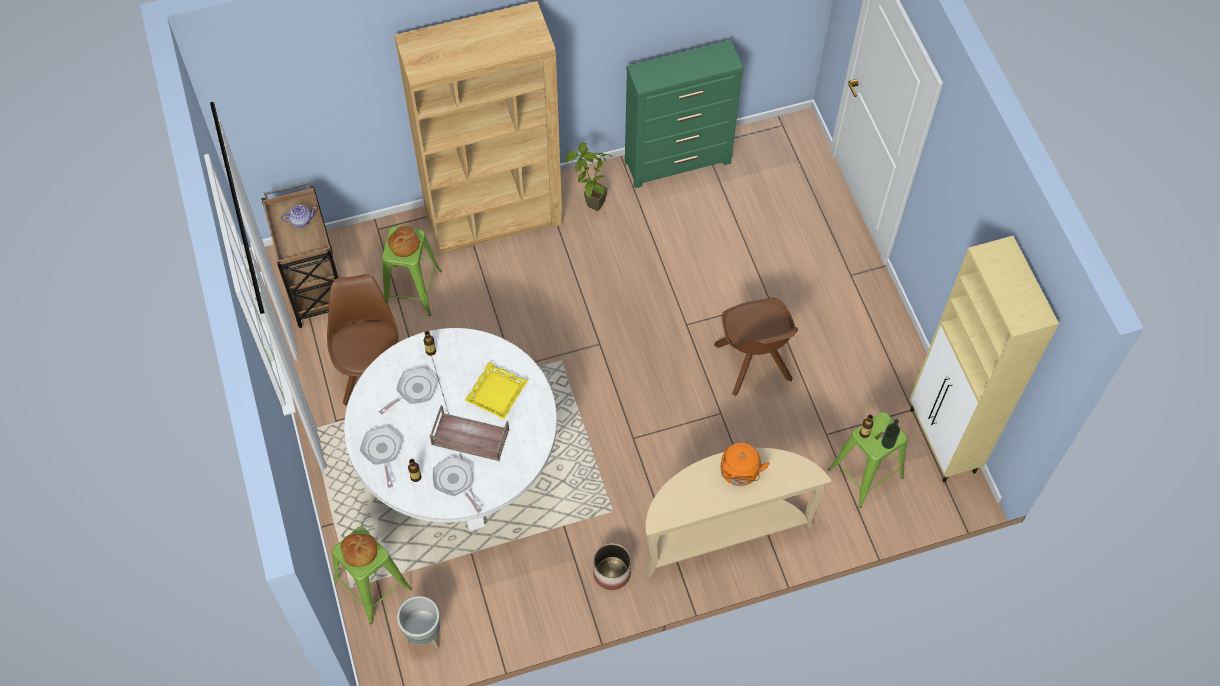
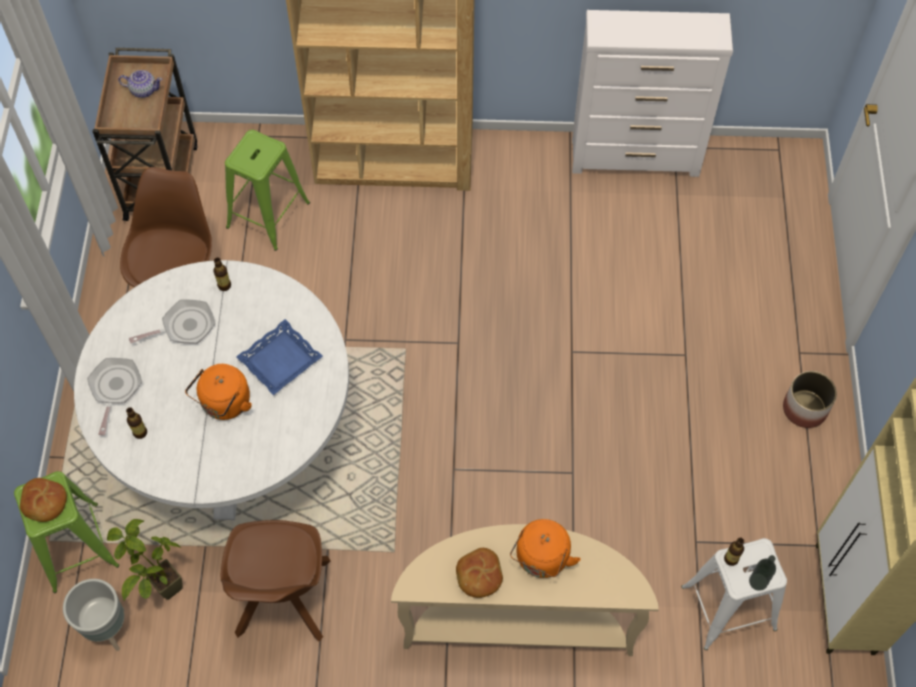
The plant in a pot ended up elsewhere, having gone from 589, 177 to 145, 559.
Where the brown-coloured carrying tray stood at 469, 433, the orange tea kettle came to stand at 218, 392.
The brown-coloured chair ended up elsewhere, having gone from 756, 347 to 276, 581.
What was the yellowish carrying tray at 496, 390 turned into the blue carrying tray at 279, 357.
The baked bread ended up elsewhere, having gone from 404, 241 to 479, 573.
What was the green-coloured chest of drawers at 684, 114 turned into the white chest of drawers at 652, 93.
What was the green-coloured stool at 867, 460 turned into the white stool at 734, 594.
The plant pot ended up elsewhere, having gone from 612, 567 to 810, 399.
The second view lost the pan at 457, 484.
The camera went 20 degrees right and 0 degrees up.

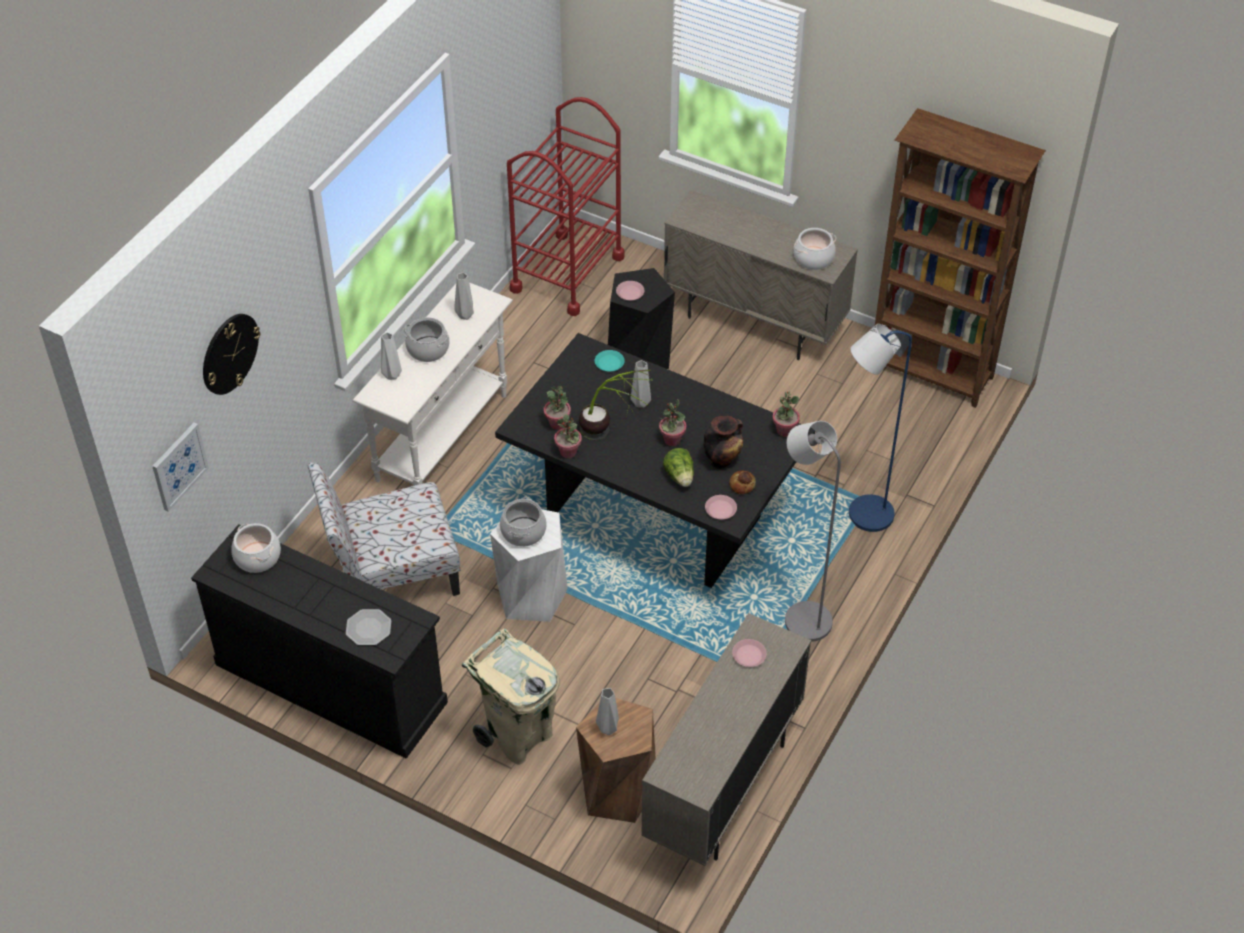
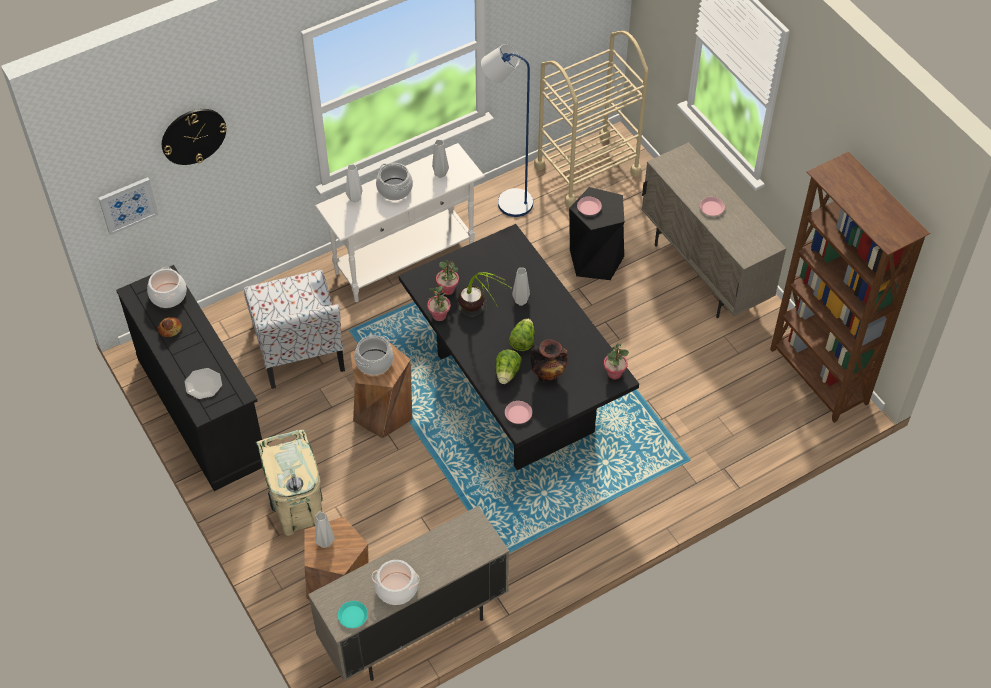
The baked bread ended up elsewhere, having gone from 742, 482 to 170, 327.
The chair at 384, 529 ended up facing another way, 120 degrees counterclockwise from before.
The turquoise-coloured dinner plate ended up elsewhere, having gone from 610, 361 to 353, 614.
What was the white stool at 529, 565 turned into the brown-coloured stool at 381, 388.
The stockpot ended up elsewhere, having gone from 814, 249 to 395, 582.
The blue floor lamp ended up elsewhere, having gone from 880, 428 to 507, 130.
Where the plant in a pot stood at 672, 423, the lettuce head came to stand at 522, 334.
What was the red trolley at 566, 206 turned into the beige trolley at 591, 119.
The pink dinner plate ended up elsewhere, having gone from 749, 653 to 712, 206.
The second view lost the greyish floor lamp at 813, 531.
The camera went 30 degrees right and 5 degrees up.

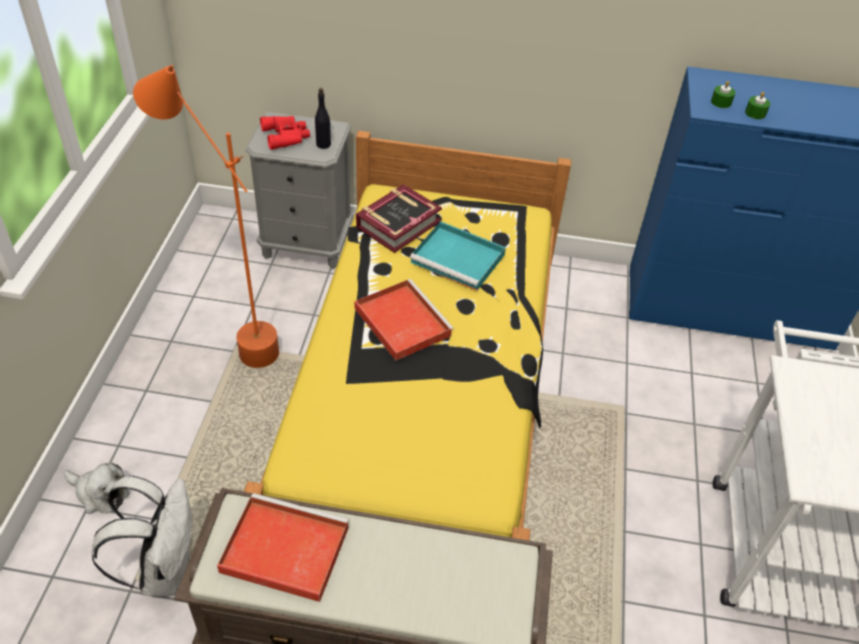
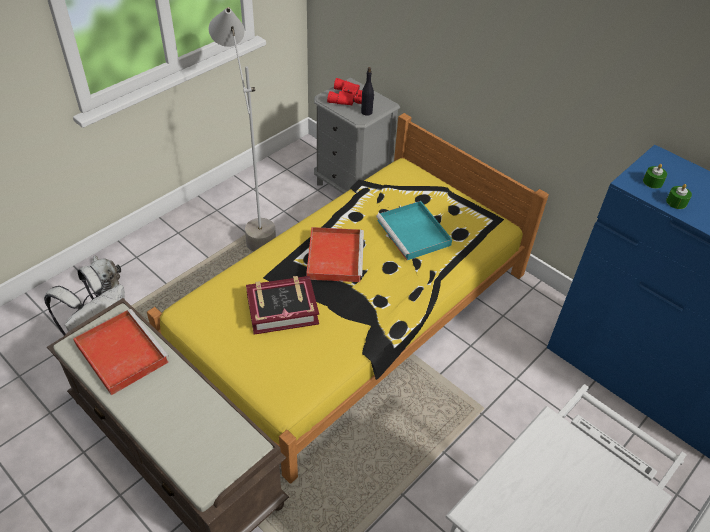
What was the orange floor lamp at 206, 216 turned into the greyish floor lamp at 242, 129.
The book ended up elsewhere, having gone from 399, 218 to 282, 305.
The camera went 35 degrees right and 0 degrees up.

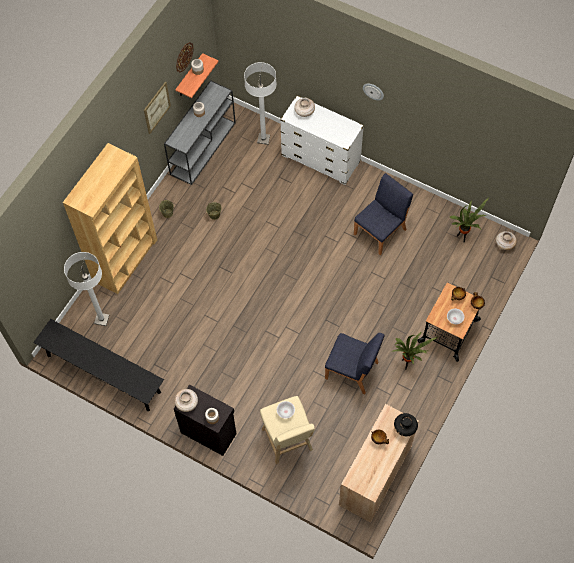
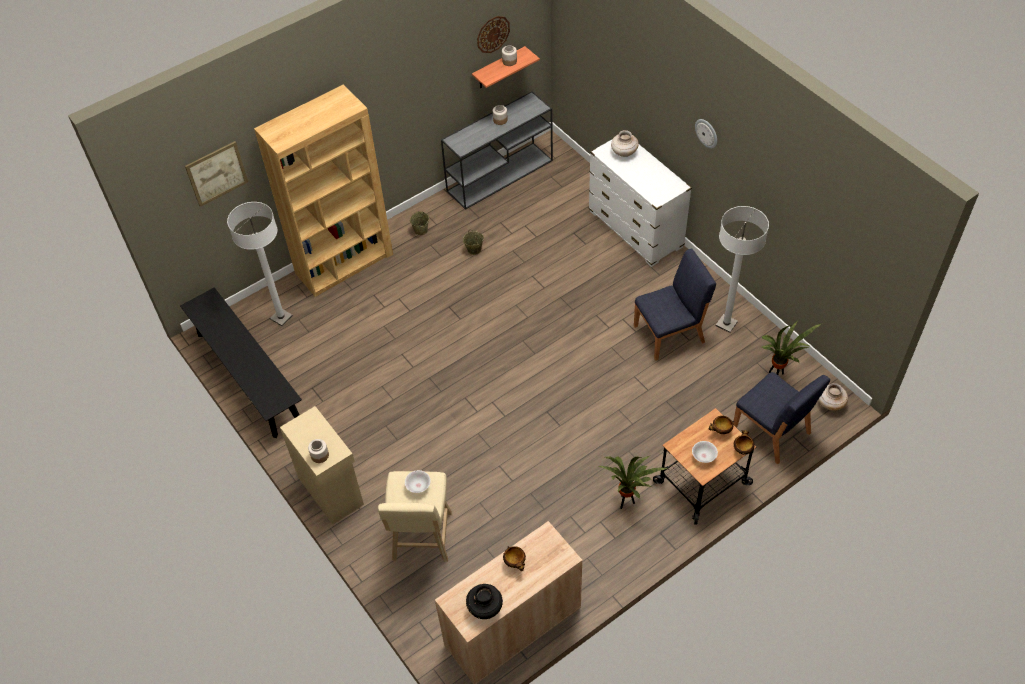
The wall picture ended up elsewhere, having gone from 157, 108 to 216, 174.
What was the black cabinet at 205, 420 turned into the beige cabinet at 322, 465.
The black decorative vase ended up elsewhere, having gone from 406, 424 to 484, 601.
The white floor lamp ended up elsewhere, having gone from 260, 103 to 742, 269.
The blue chair ended up elsewhere, having gone from 355, 363 to 781, 418.
The second view lost the beige decorative vase at 186, 400.
The camera went 25 degrees right and 10 degrees down.

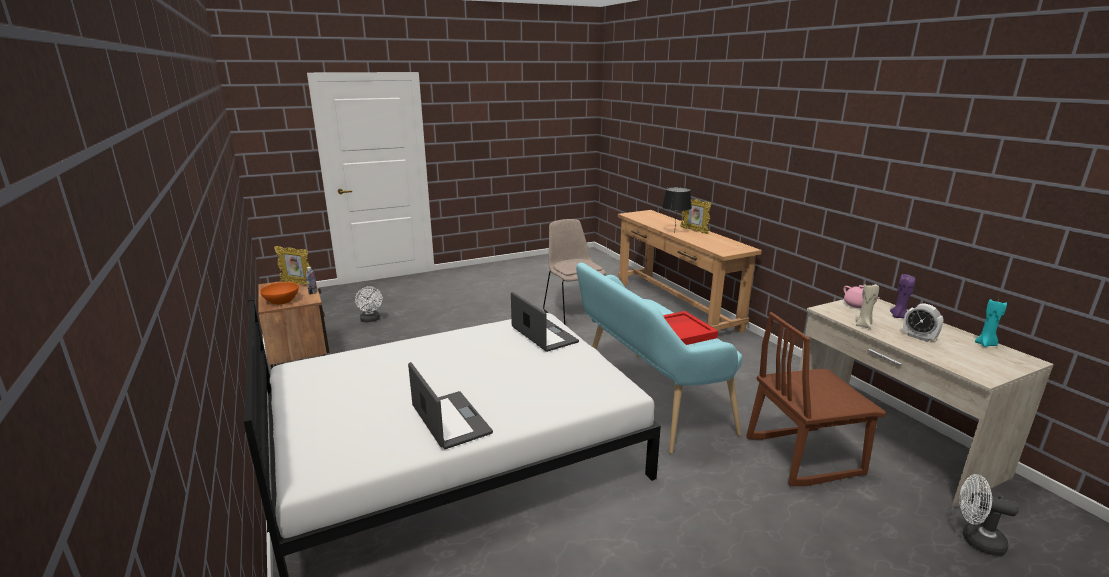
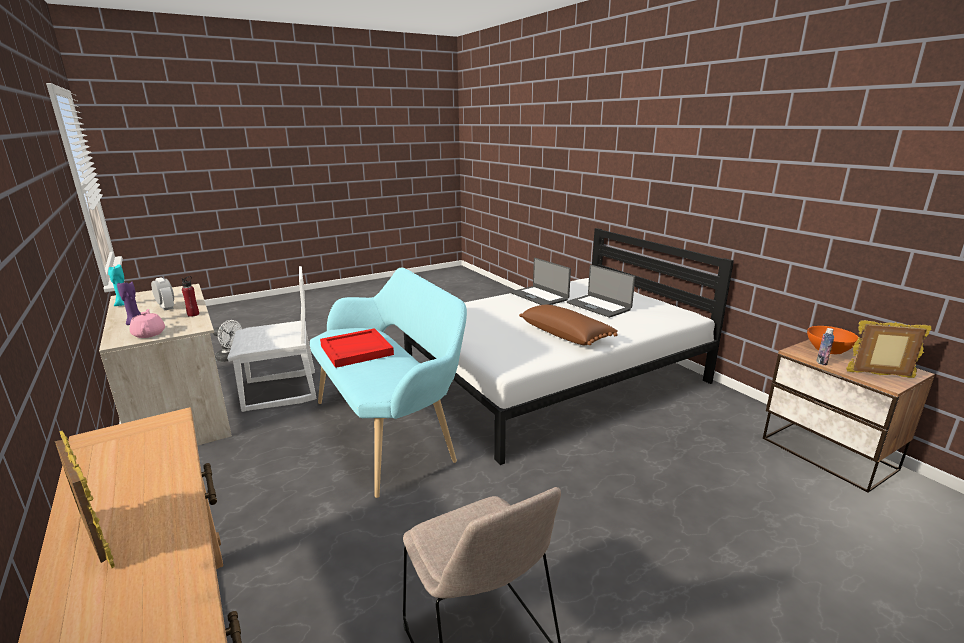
Where the beige candle stood at 867, 306, the red bottle came to stand at 190, 296.
What was the brown-coloured chair at 816, 399 turned into the white chair at 271, 339.
The second view gained the brown-coloured cushion at 568, 325.
The notebook computer ended up elsewhere, having gone from 545, 322 to 601, 291.
The second view lost the white fan at 368, 304.
The second view lost the black lamp for a table at 677, 206.
The camera went 175 degrees right and 0 degrees up.

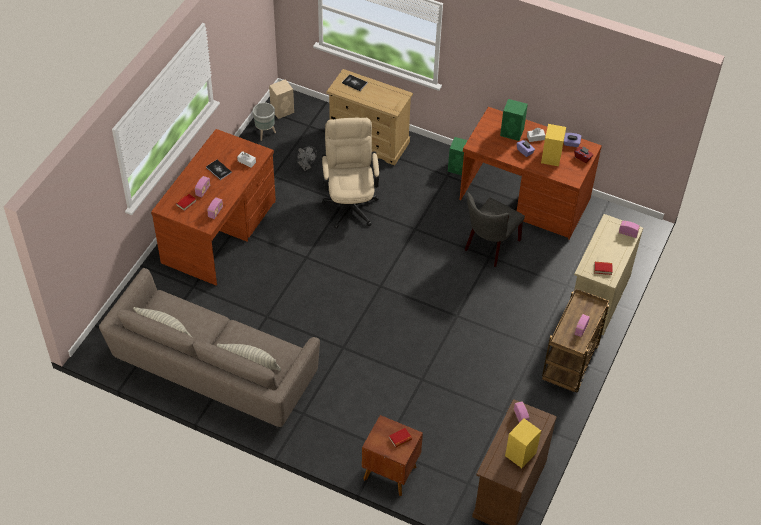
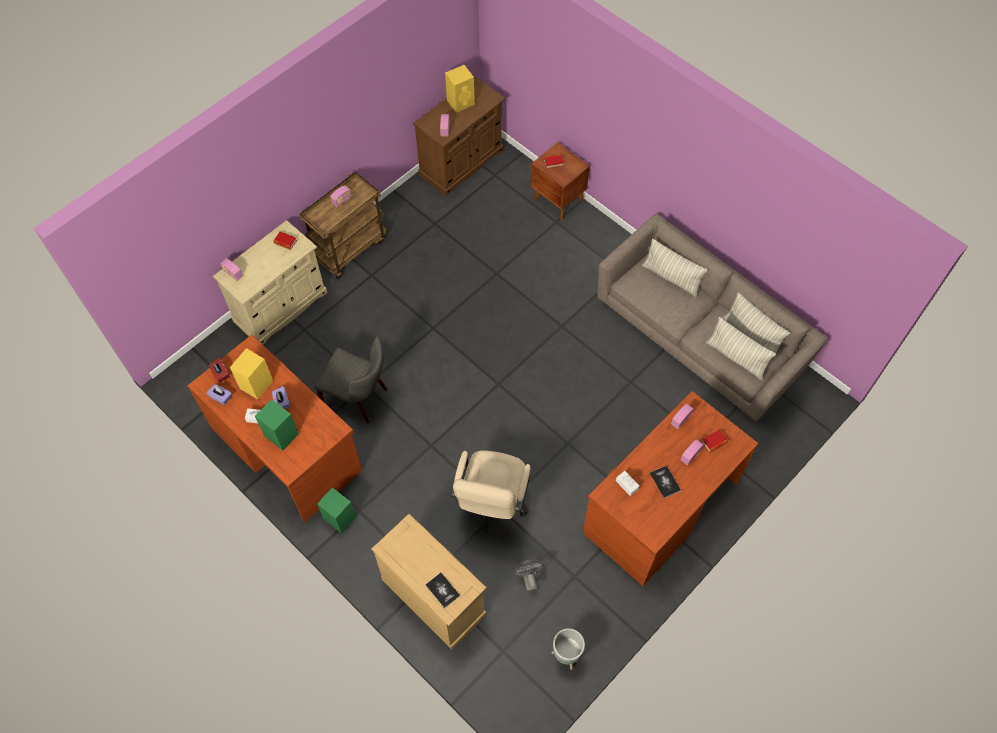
The greyish chair at 495, 229 ended up facing another way, 60 degrees clockwise from before.
The second view gained the cushion at 741, 348.
The second view lost the beige audio speaker at 281, 99.
The camera went 160 degrees left and 10 degrees up.

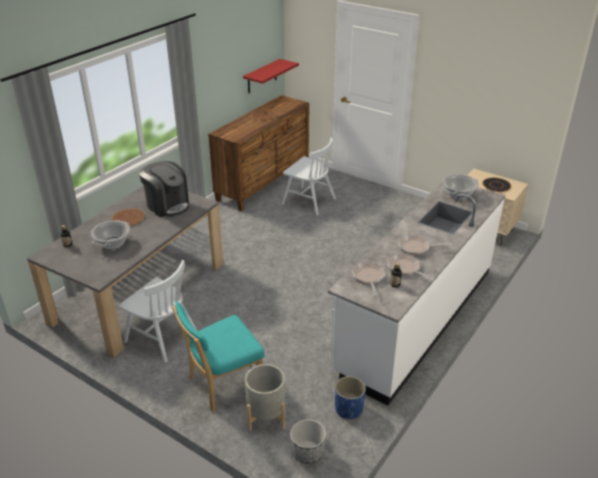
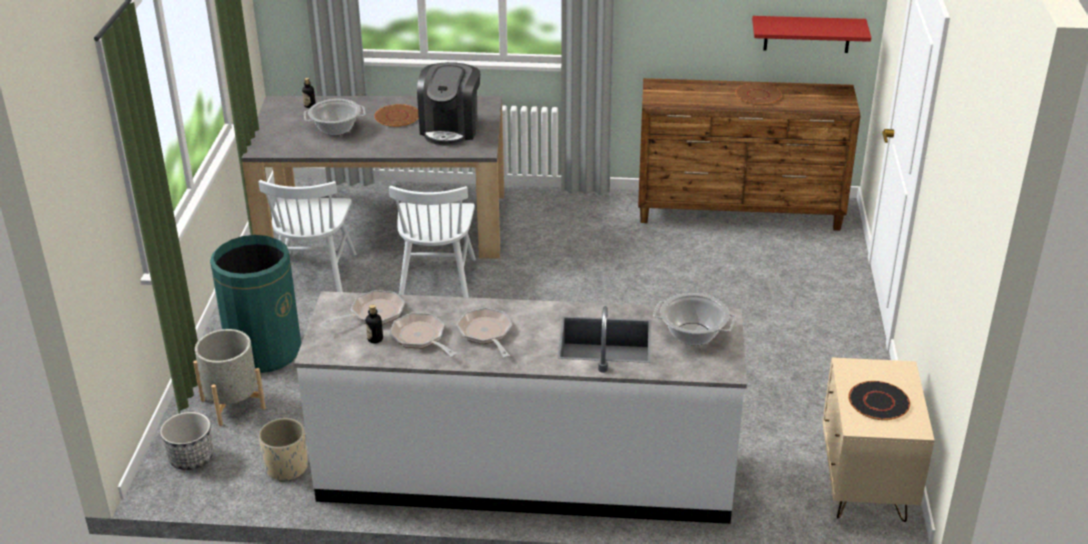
Where the turquoise-coloured chair stood at 218, 357, the green-coloured rubbish bin came to stand at 255, 304.
What was the blue plant pot at 350, 397 turned into the beige plant pot at 283, 450.
The white chair ended up elsewhere, having gone from 309, 176 to 432, 242.
The pan at 410, 267 ended up facing another way, 60 degrees counterclockwise from before.
The camera went 60 degrees right and 0 degrees up.

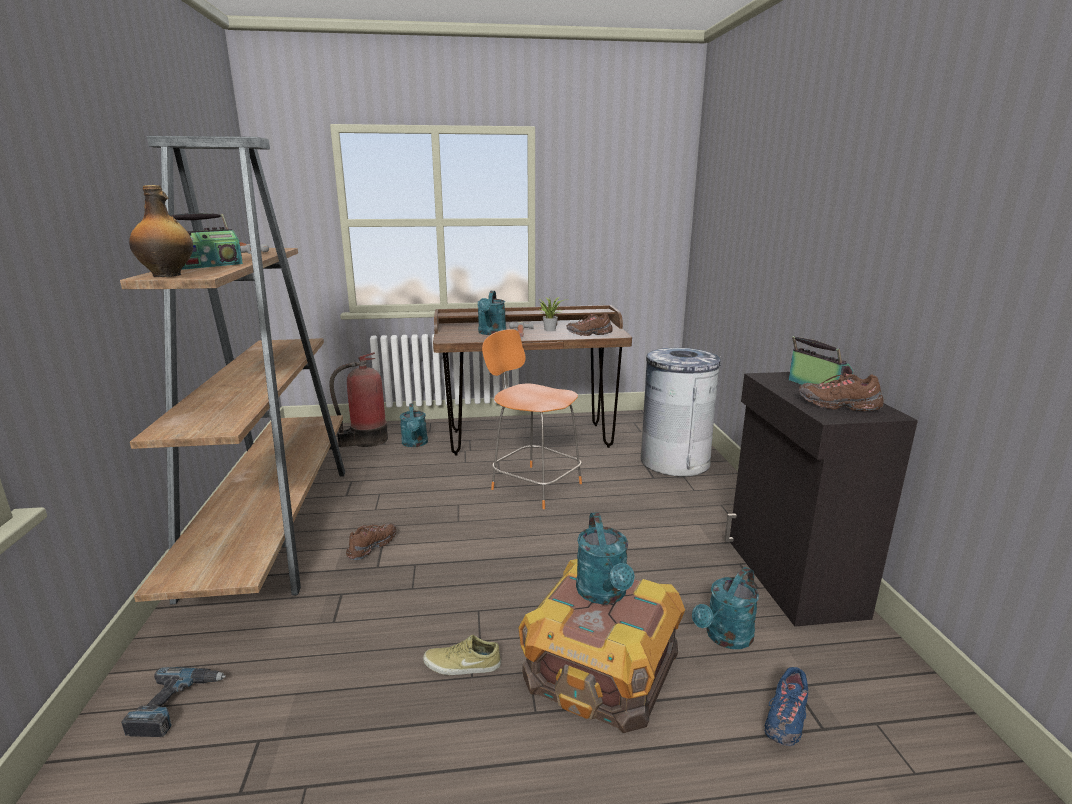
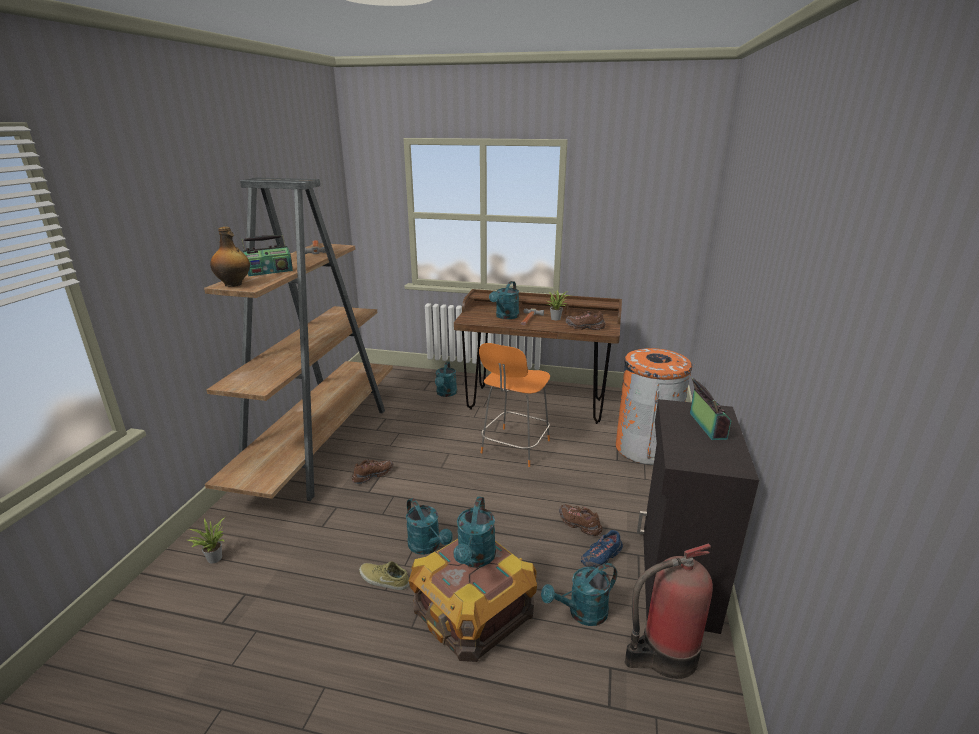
Where the electric drill stood at 173, 702, the plant in a pot came to stand at 206, 540.
The second view gained the turquoise-coloured sprinkling can at 429, 526.
The orange chair at 532, 419 ended up facing another way, 120 degrees counterclockwise from before.
The brown-coloured shoe ended up elsewhere, having gone from 841, 392 to 580, 520.
The blue shoe ended up elsewhere, having gone from 786, 706 to 602, 549.
What was the greyish rubbish bin at 681, 412 turned into the orange rubbish bin at 655, 406.
The fire-fighting cylinder ended up elsewhere, having gone from 358, 399 to 669, 611.
The camera went 20 degrees right and 5 degrees up.

